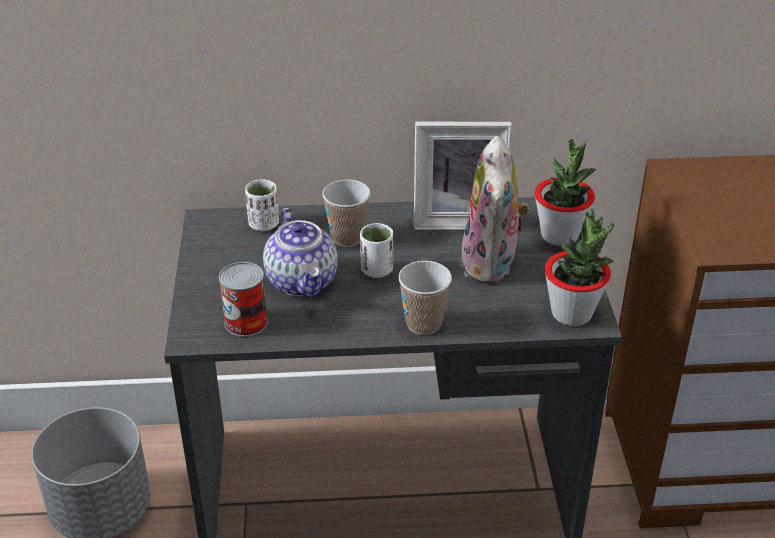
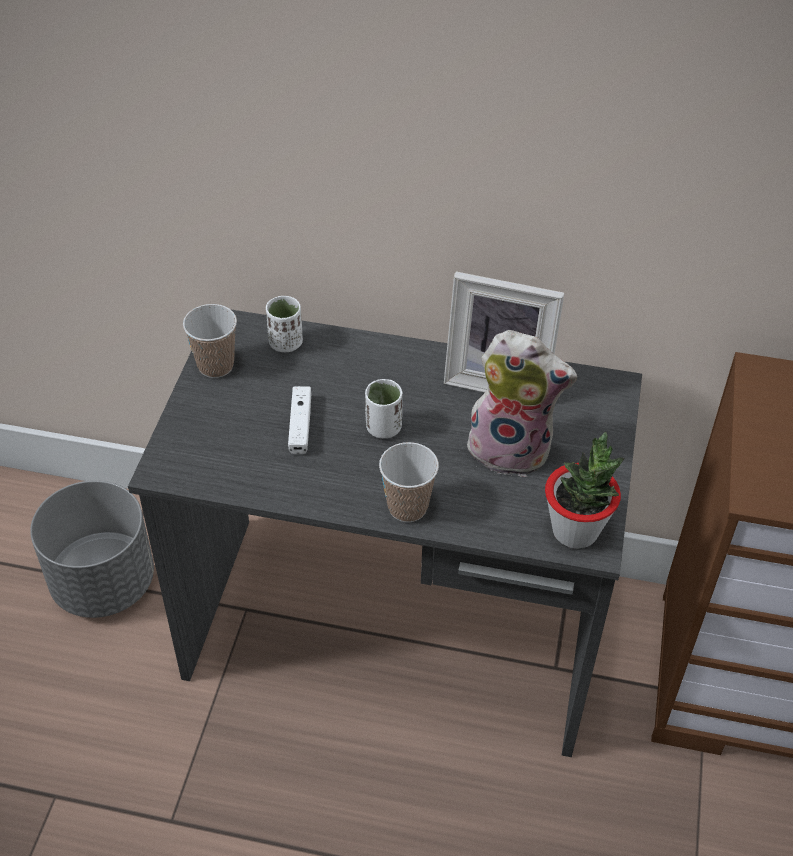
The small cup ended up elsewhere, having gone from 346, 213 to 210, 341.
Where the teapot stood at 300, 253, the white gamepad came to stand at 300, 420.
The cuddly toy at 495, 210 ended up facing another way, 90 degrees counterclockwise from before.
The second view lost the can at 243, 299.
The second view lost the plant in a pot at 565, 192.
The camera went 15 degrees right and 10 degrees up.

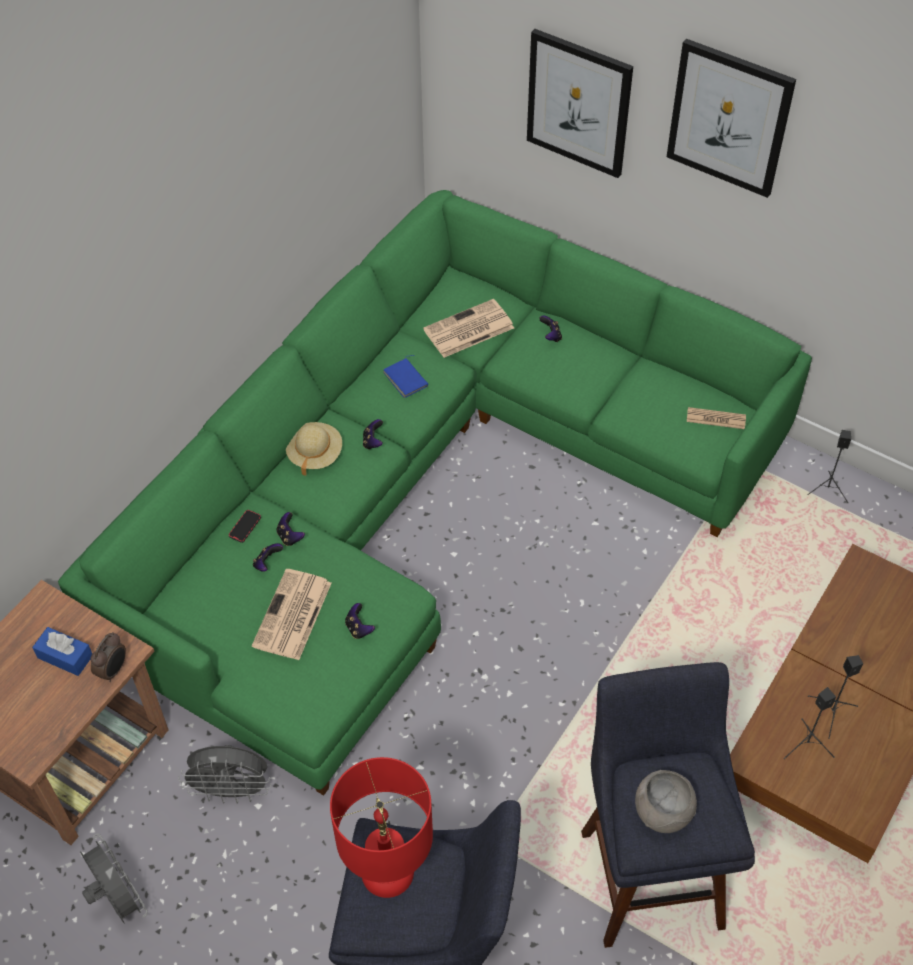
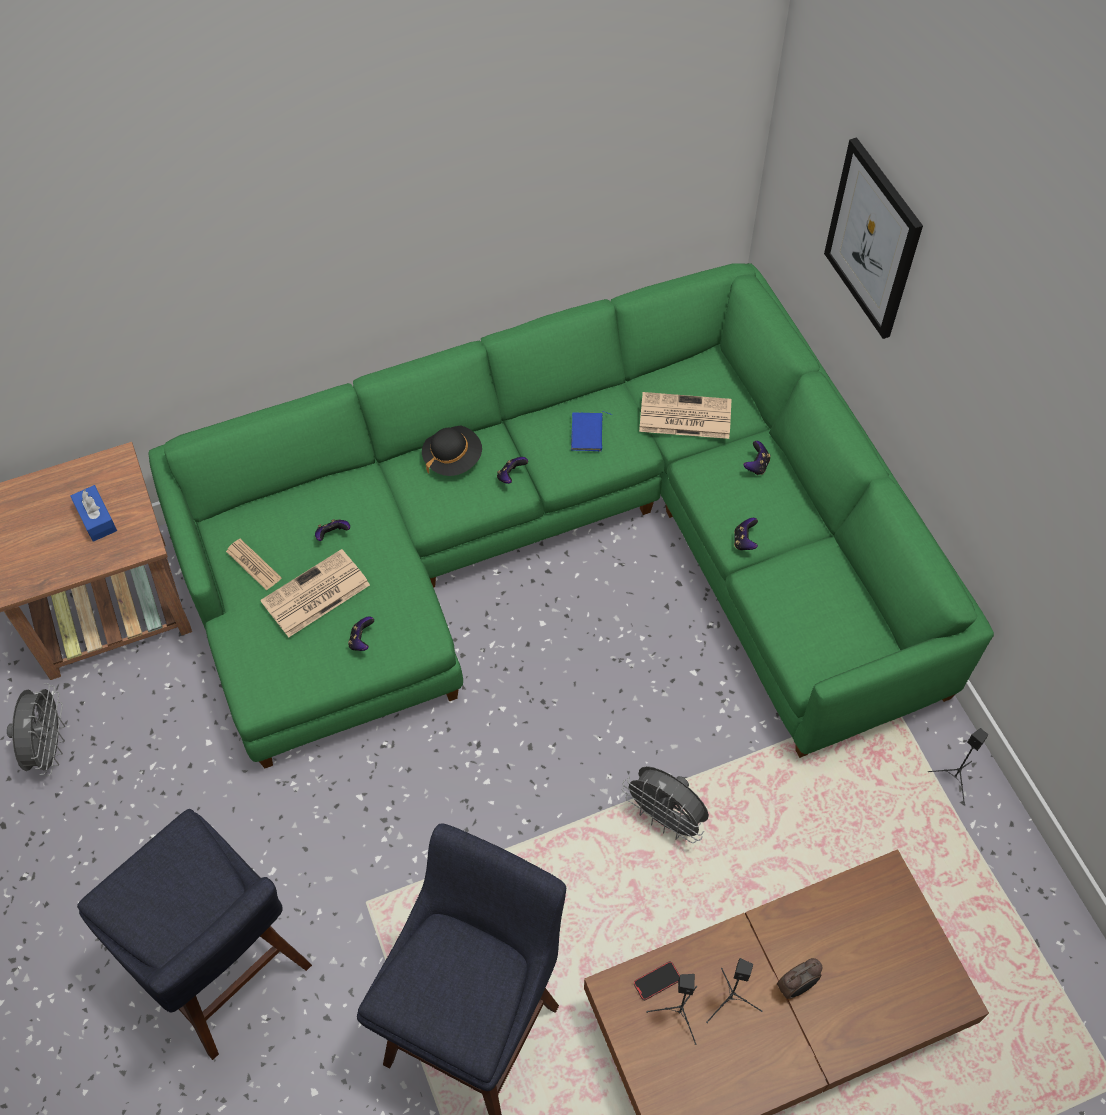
The daily paper ended up elsewhere, having gone from 716, 418 to 253, 565.
What was the beige clothing hat at 314, 449 turned into the black clothing hat at 452, 451.
The greyish fan ended up elsewhere, having gone from 225, 774 to 665, 804.
The telephone ended up elsewhere, having gone from 245, 526 to 657, 981.
The gamepad ended up elsewhere, having gone from 290, 529 to 746, 534.
The bedside clock ended up elsewhere, having gone from 108, 657 to 799, 978.
The second view lost the red lamp for a table at 381, 827.
The second view lost the greyish deep dish at 666, 801.
The second view lost the wall picture at 731, 118.
The camera went 35 degrees right and 5 degrees up.

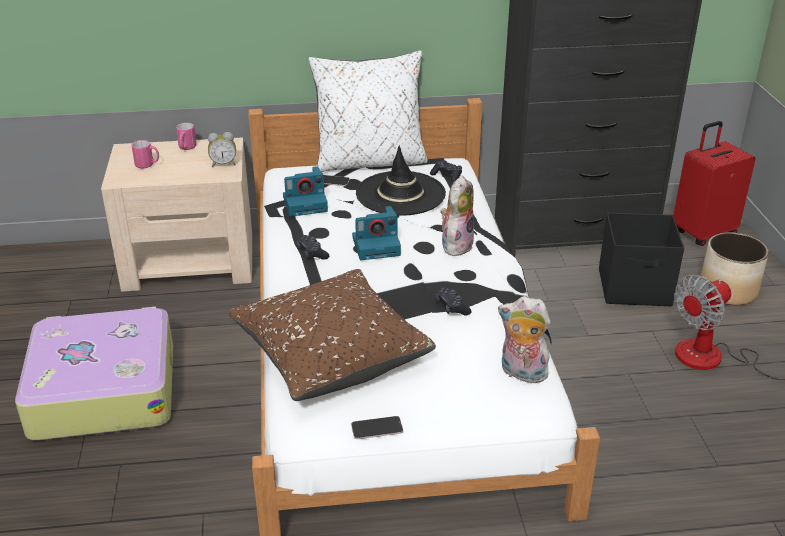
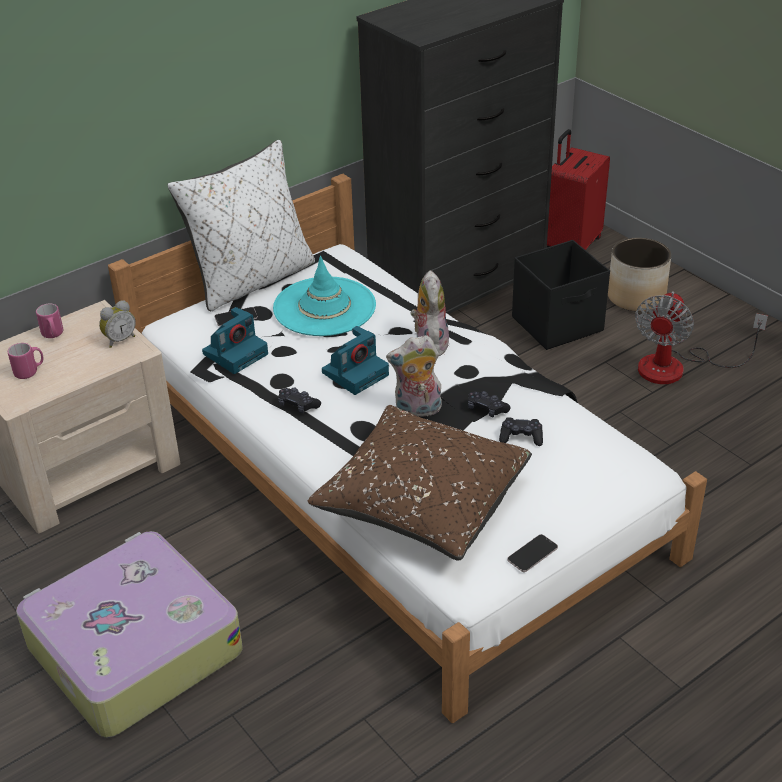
What was the black clothing hat at 401, 181 turned into the turquoise-coloured clothing hat at 324, 296.
The cuddly toy ended up elsewhere, having gone from 525, 339 to 414, 376.
The black gamepad ended up elsewhere, having gone from 446, 171 to 521, 431.
The camera went 30 degrees left and 5 degrees up.

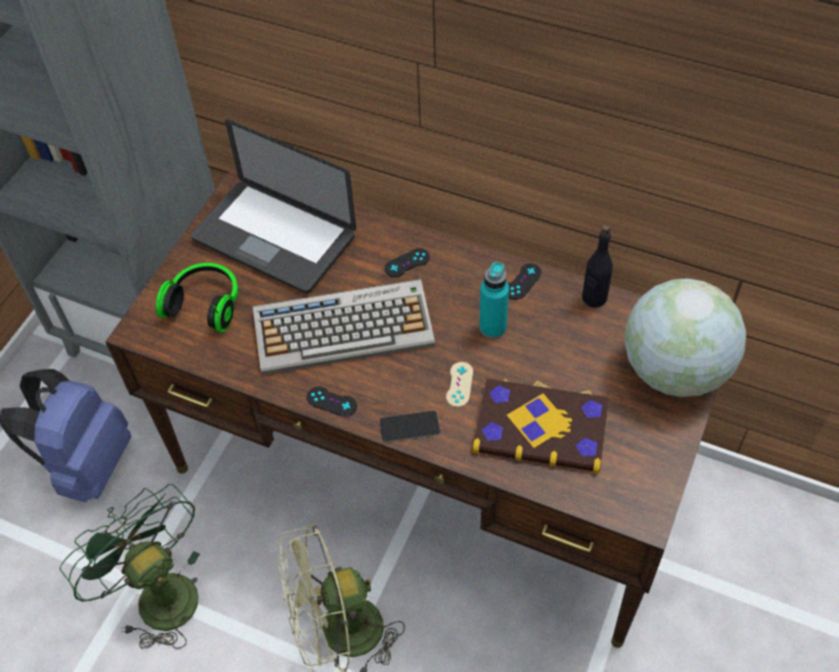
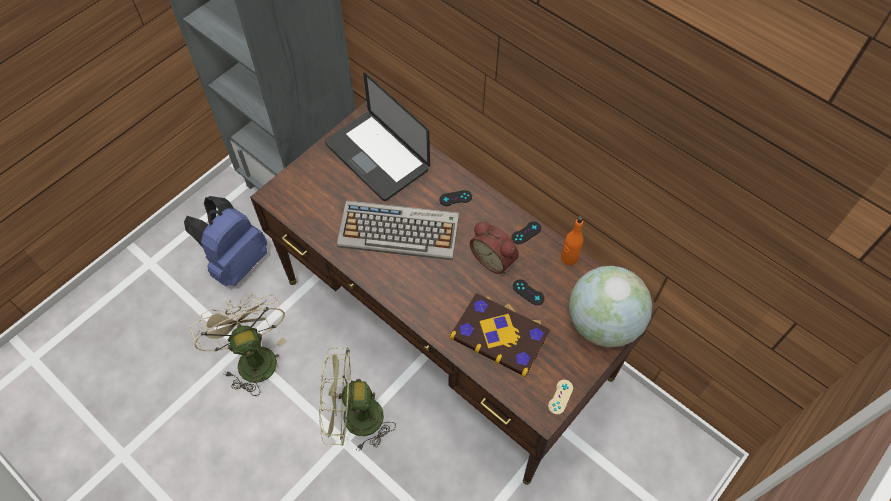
What was the green-coloured fan at 129, 566 turned into the beige fan at 238, 345.
Where the turquoise-coloured bottle stood at 494, 300, the bedside clock came to stand at 494, 247.
The black gamepad ended up elsewhere, having gone from 331, 402 to 528, 292.
The beige gamepad ended up elsewhere, having gone from 459, 384 to 560, 397.
What was the black bottle at 597, 266 turned into the orange bottle at 572, 240.
The second view lost the headphones at 197, 297.
The second view lost the telephone at 409, 426.
The camera went 15 degrees right and 5 degrees up.

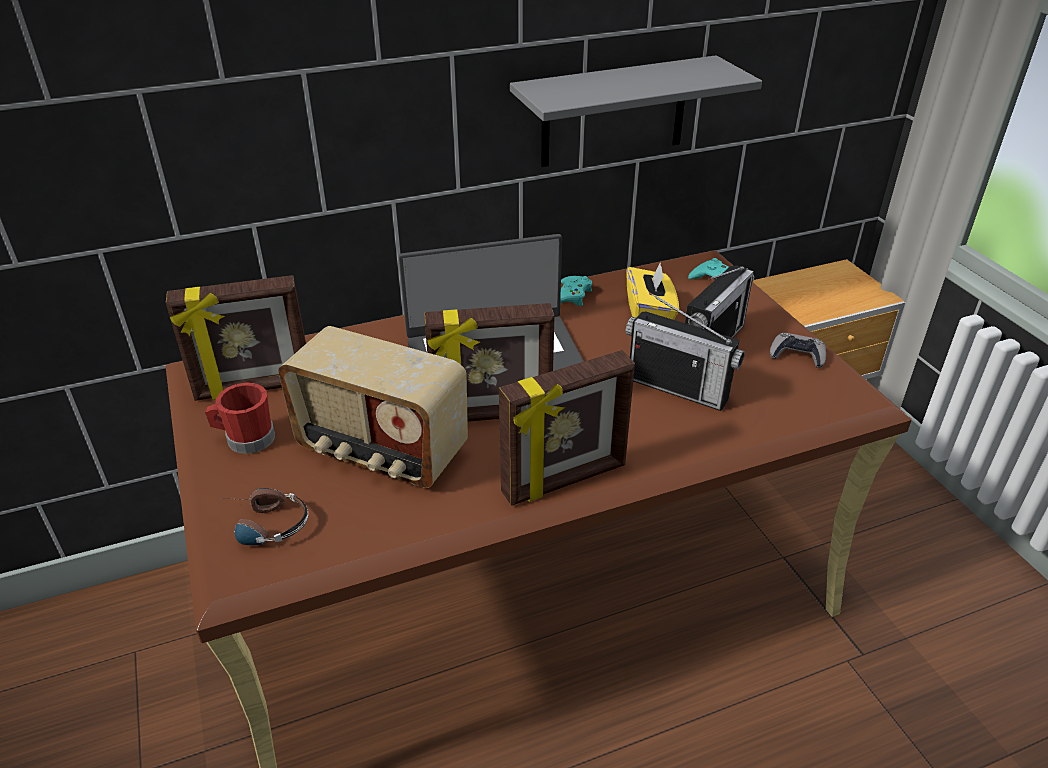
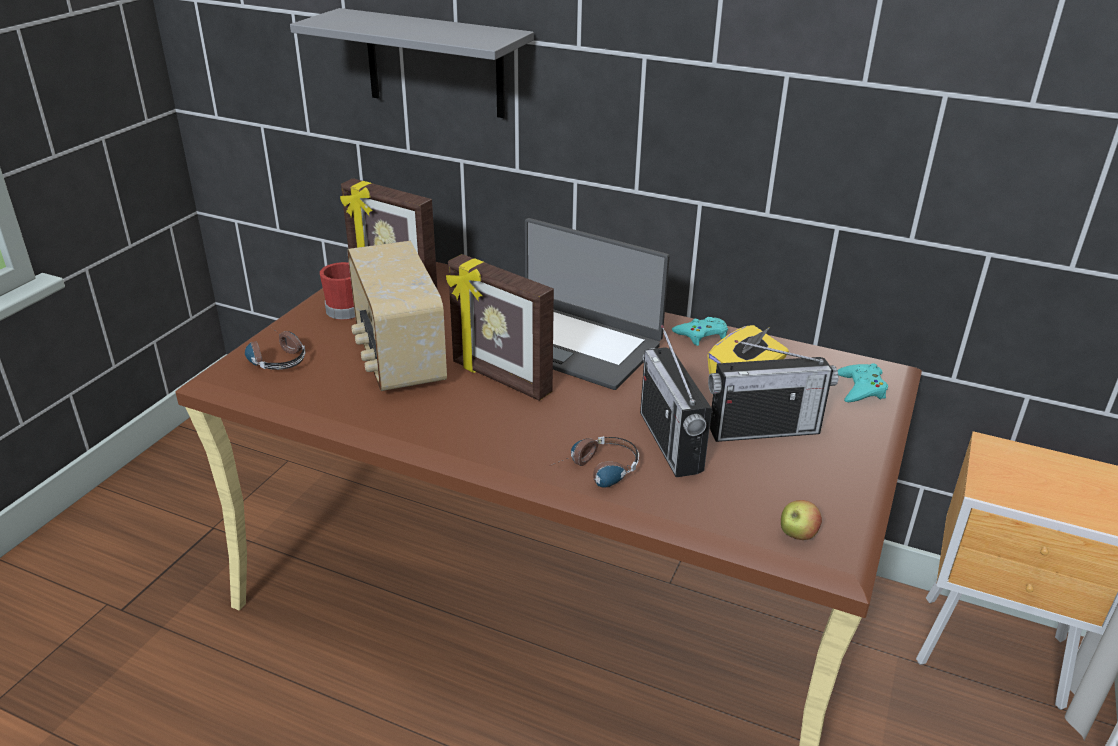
The greyish shelf ended up elsewhere, having gone from 636, 111 to 412, 63.
The second view gained the headphones at 594, 462.
The second view gained the apple fruit at 801, 520.
The second view lost the photo frame at 567, 428.
The second view lost the greyish gamepad at 798, 350.
The camera went 45 degrees right and 5 degrees down.

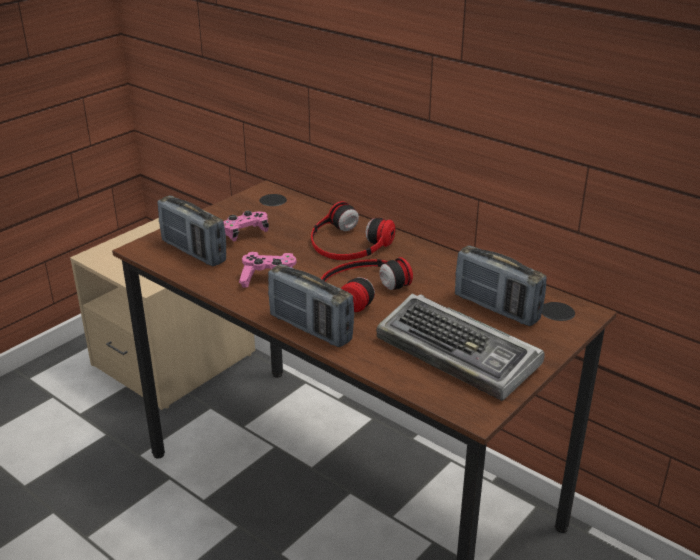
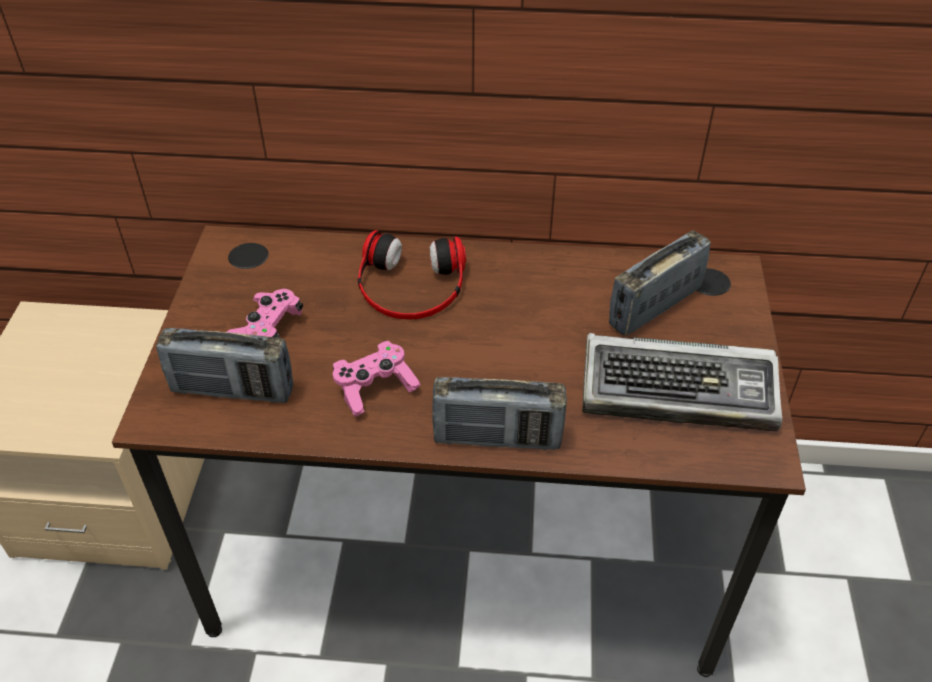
The radio receiver at 501, 285 ended up facing another way, 135 degrees clockwise from before.
The second view lost the headphones at 367, 284.
The camera went 35 degrees left and 15 degrees up.

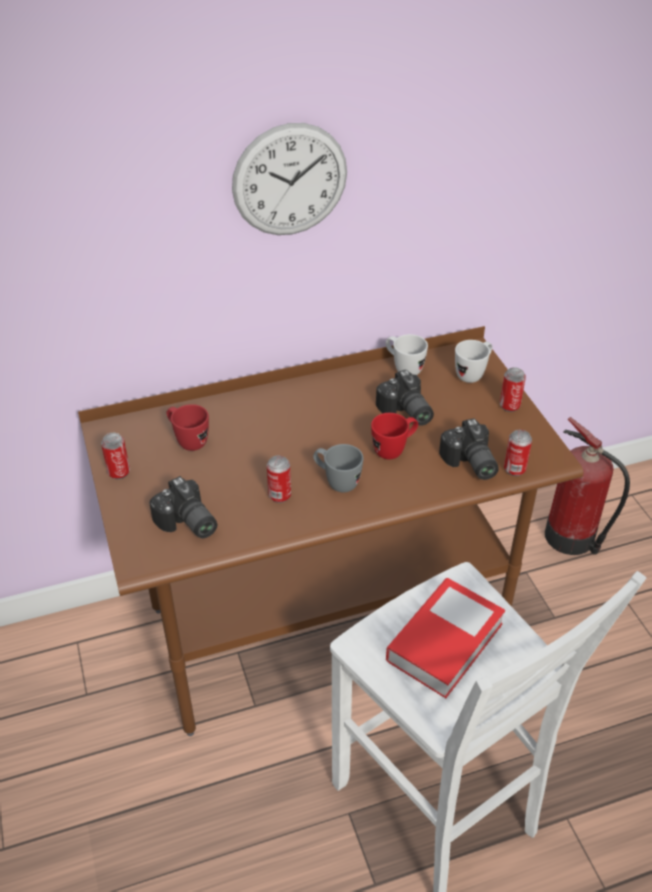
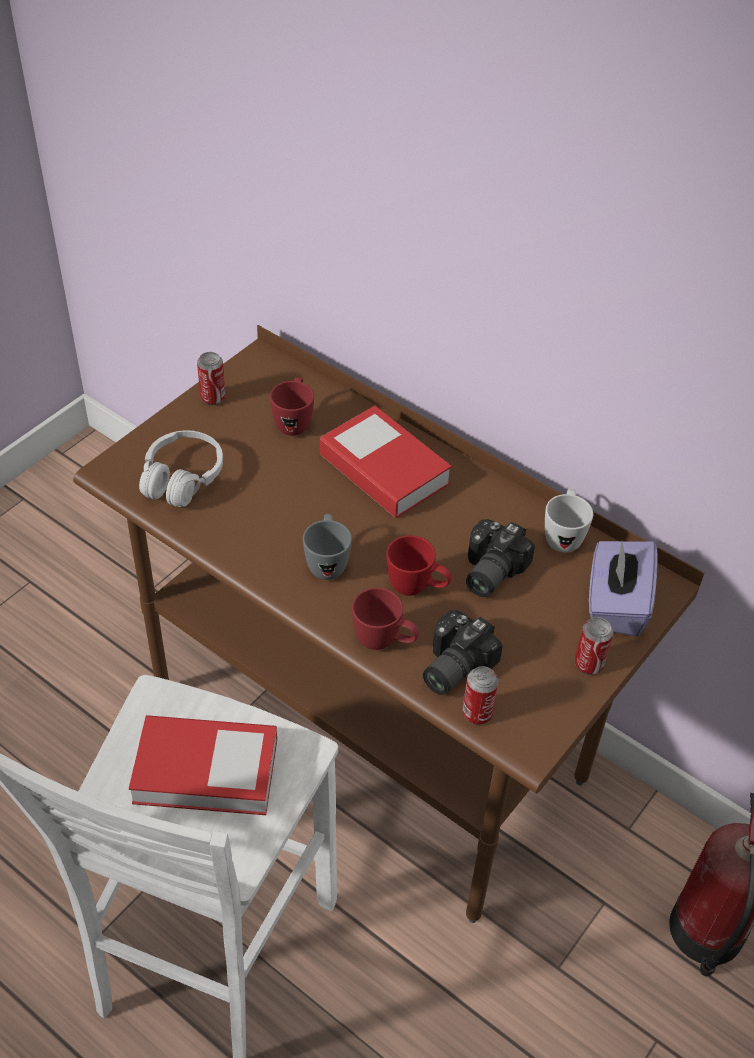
Where the photo camera stood at 183, 507, the white headphones came to stand at 181, 468.
The second view gained the book at 386, 462.
The second view gained the red tea mug at 385, 619.
Where the white tea mug stood at 473, 361, the purple tissue holder came to stand at 623, 588.
The second view lost the wall clock at 289, 179.
The second view lost the can at 279, 479.
The camera went 55 degrees right and 5 degrees up.

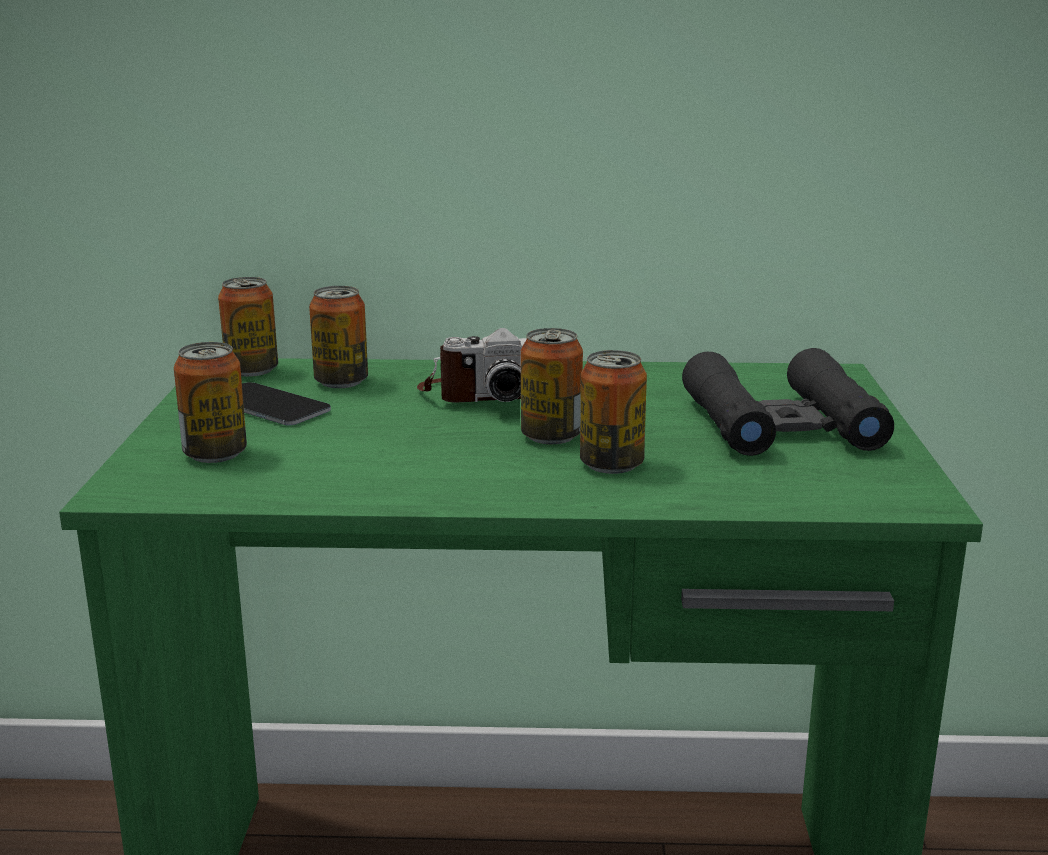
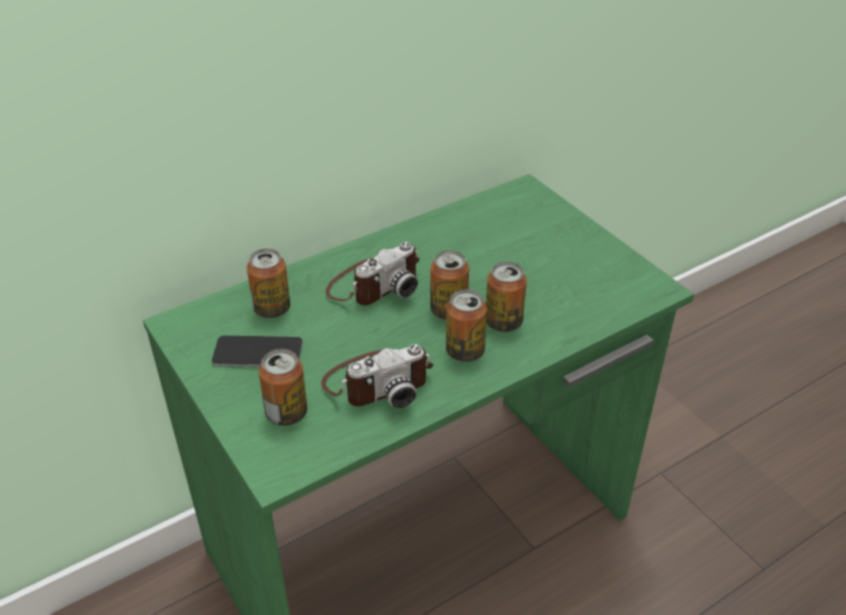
The second view gained the photo camera at 377, 376.
The can ended up elsewhere, having gone from 248, 327 to 466, 325.
The second view lost the black binoculars at 788, 402.
The camera went 35 degrees left and 20 degrees up.

